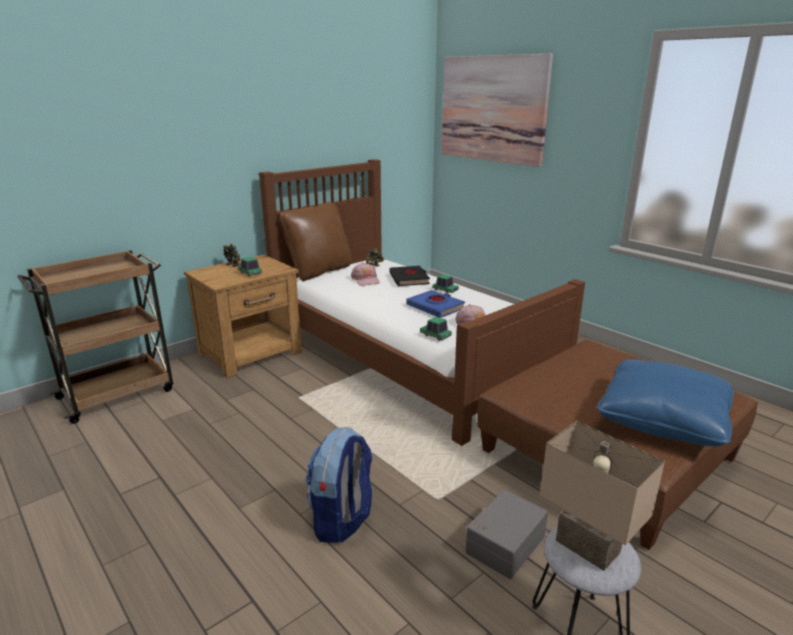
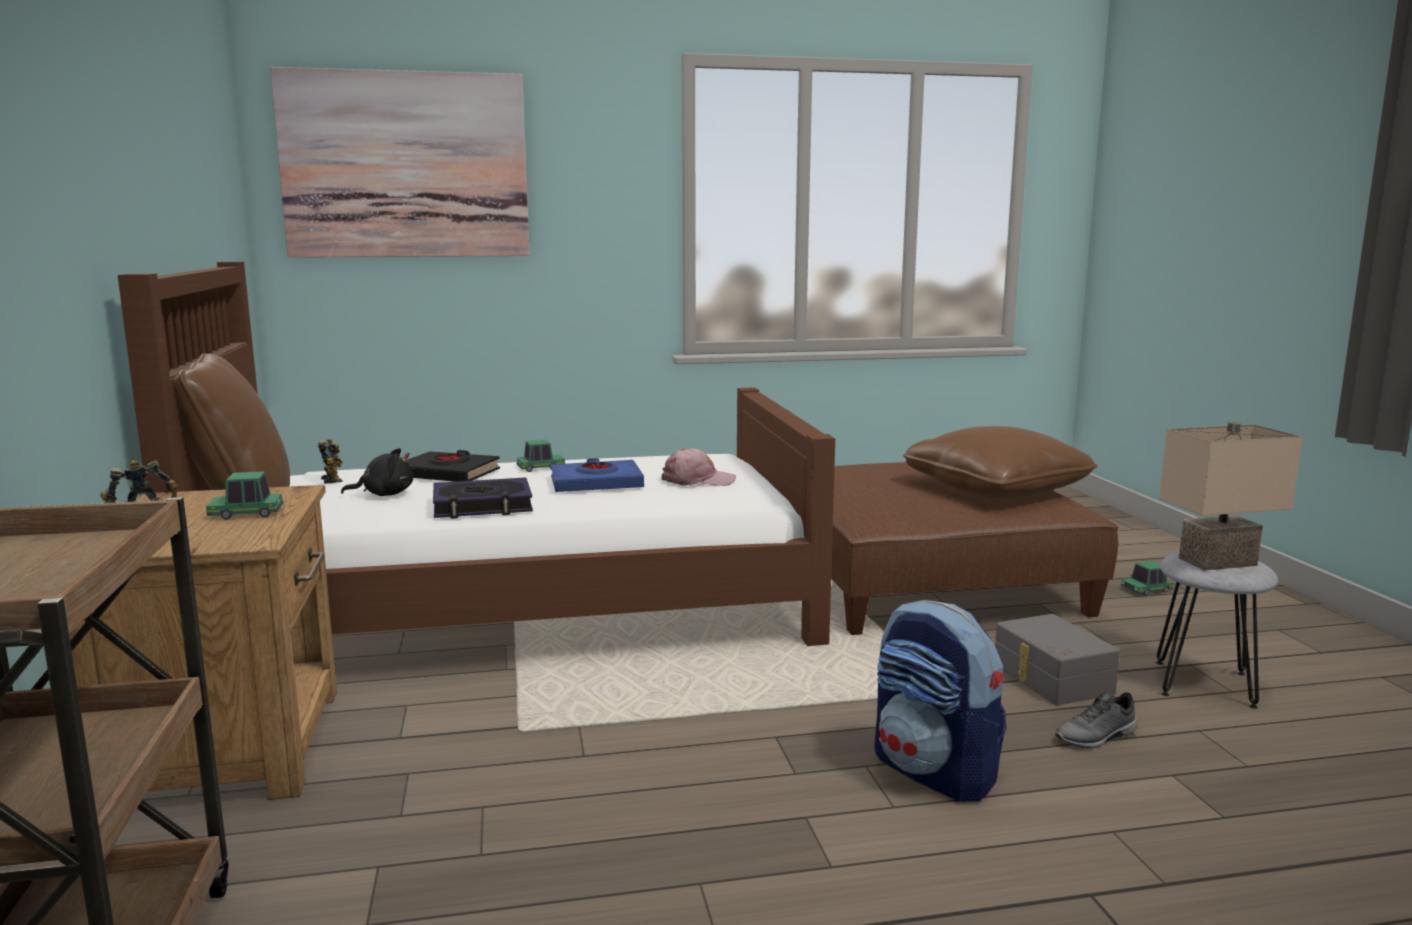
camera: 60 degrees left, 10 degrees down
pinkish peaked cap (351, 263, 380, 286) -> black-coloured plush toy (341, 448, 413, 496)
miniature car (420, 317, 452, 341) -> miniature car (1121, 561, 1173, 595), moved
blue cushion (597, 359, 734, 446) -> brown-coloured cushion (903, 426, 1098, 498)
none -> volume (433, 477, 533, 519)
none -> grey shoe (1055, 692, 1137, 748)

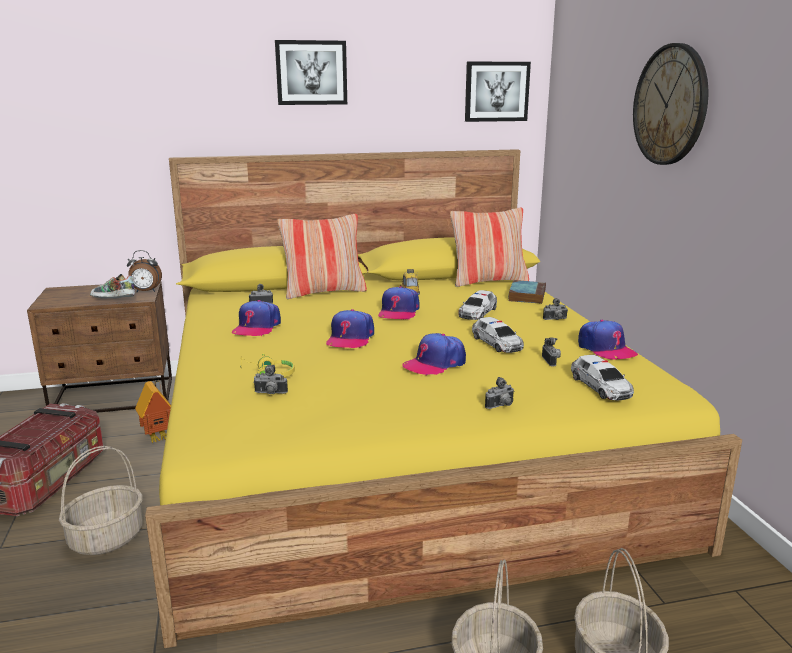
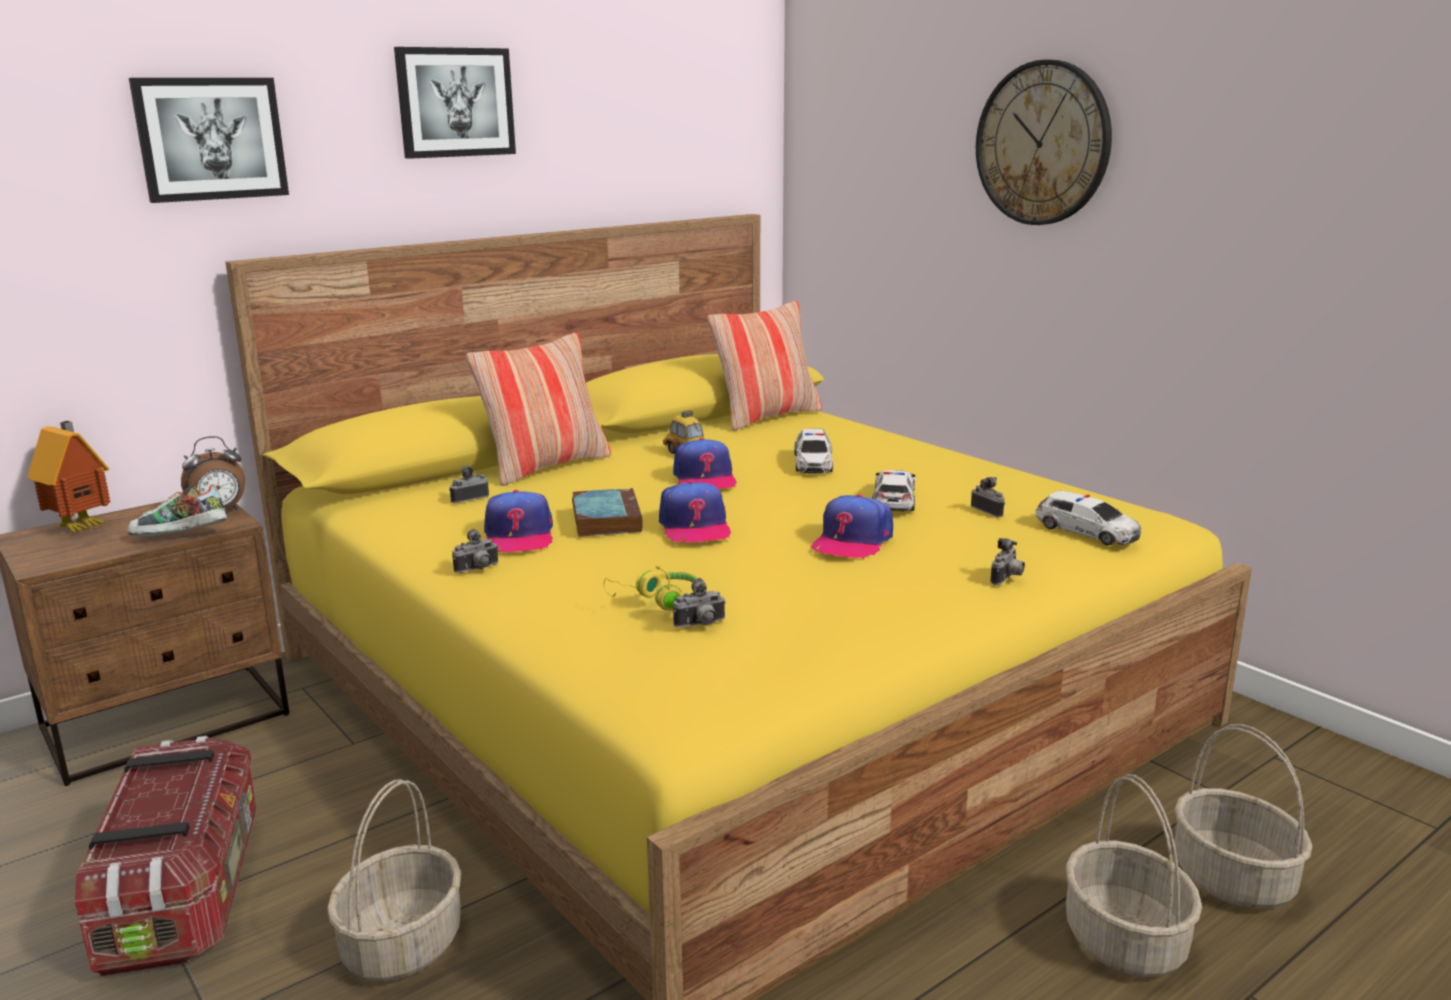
camera: 25 degrees left, 0 degrees up
miniature house (135, 380, 171, 443) -> miniature house (27, 421, 110, 533), moved
wall picture (465, 61, 531, 122) -> wall picture (129, 78, 289, 203), moved
miniature car (472, 317, 524, 353) -> miniature car (872, 470, 915, 512), 120 degrees counterclockwise
volume (508, 280, 546, 304) -> volume (572, 488, 642, 537), moved
still camera (543, 298, 568, 320) -> still camera (452, 529, 498, 573), moved
peaked cap (578, 320, 638, 360) -> none

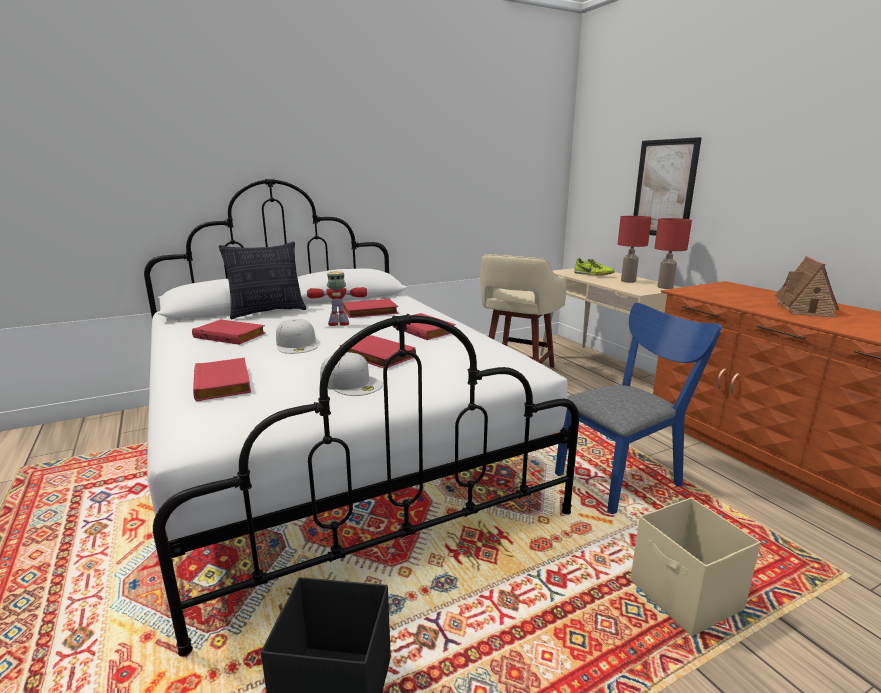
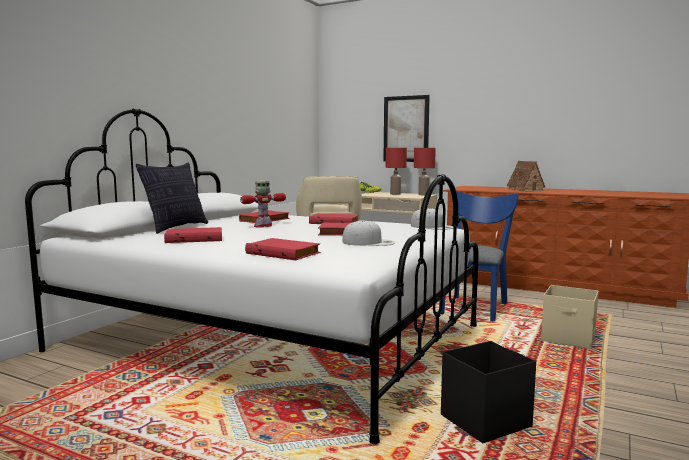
camera: 35 degrees left, 10 degrees down
whitish peaked cap (276, 319, 318, 354) -> whitish peaked cap (411, 208, 454, 230), moved

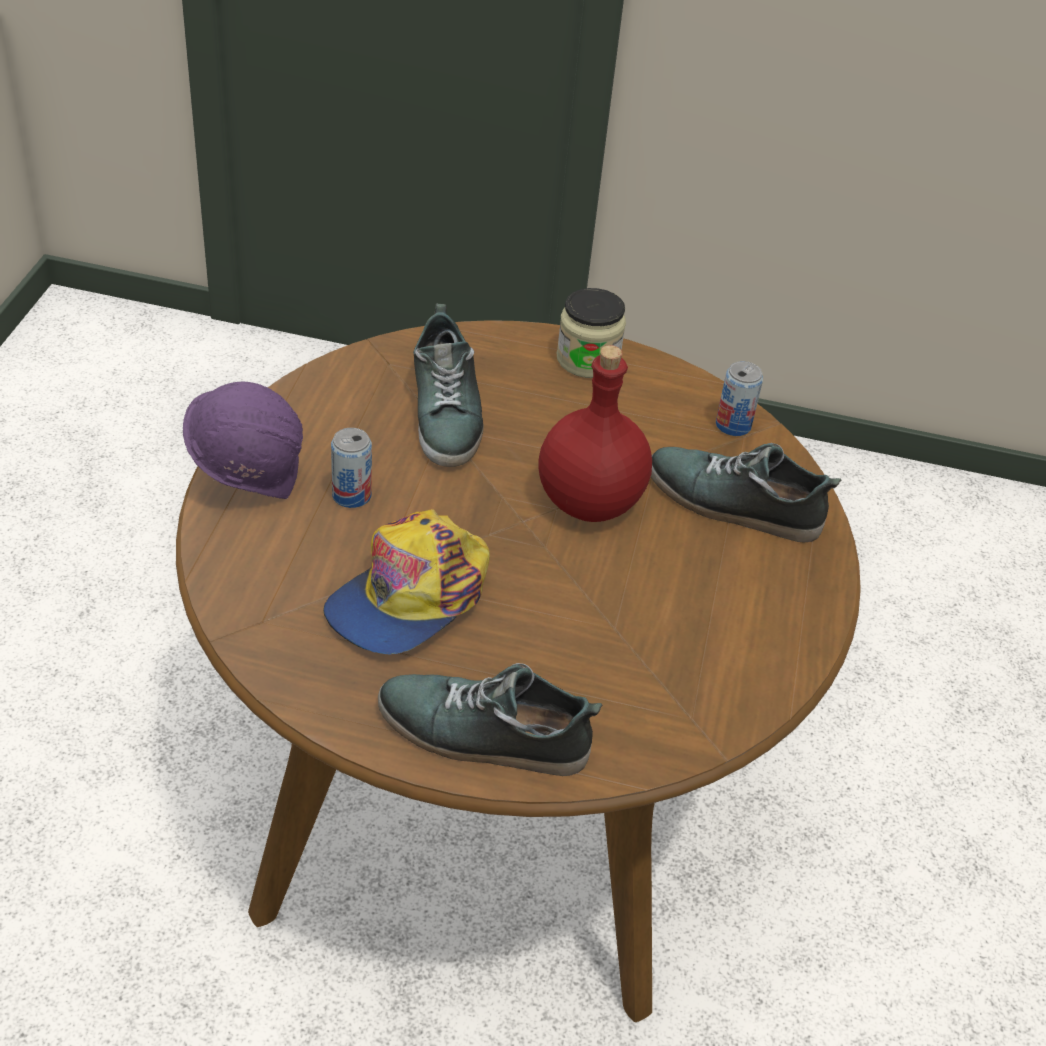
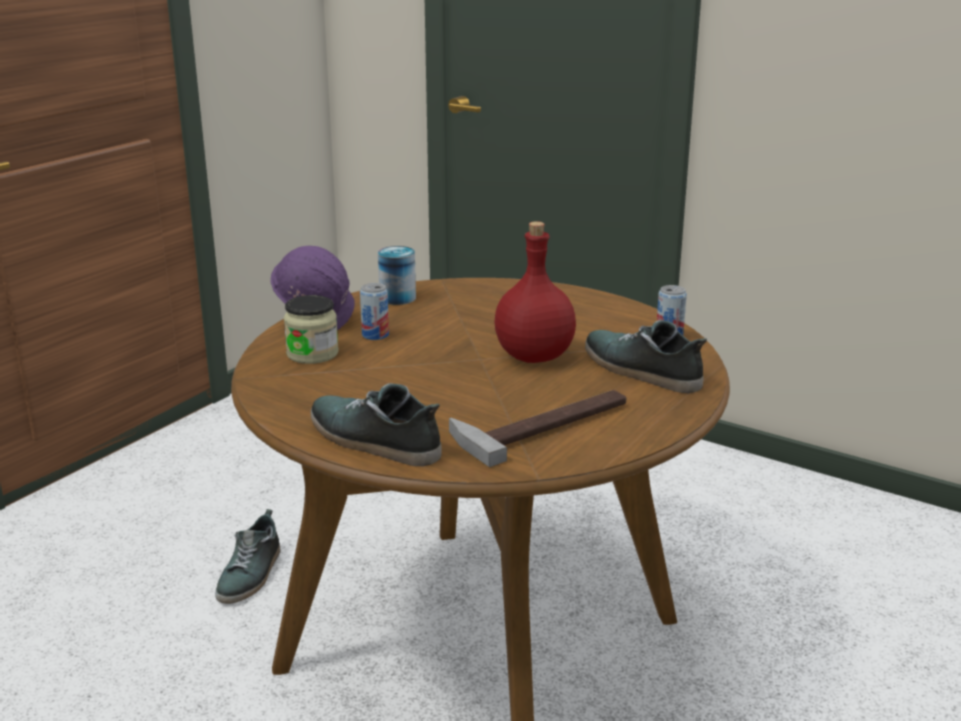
camera: 25 degrees right, 20 degrees down
peaked cap (323, 509, 490, 655) -> none
shoe (413, 304, 484, 467) -> shoe (215, 509, 280, 604), moved
preserve jar (557, 288, 626, 378) -> preserve jar (284, 295, 339, 364), moved
none -> metal can (378, 246, 416, 305)
none -> tool hammer (449, 390, 626, 467)

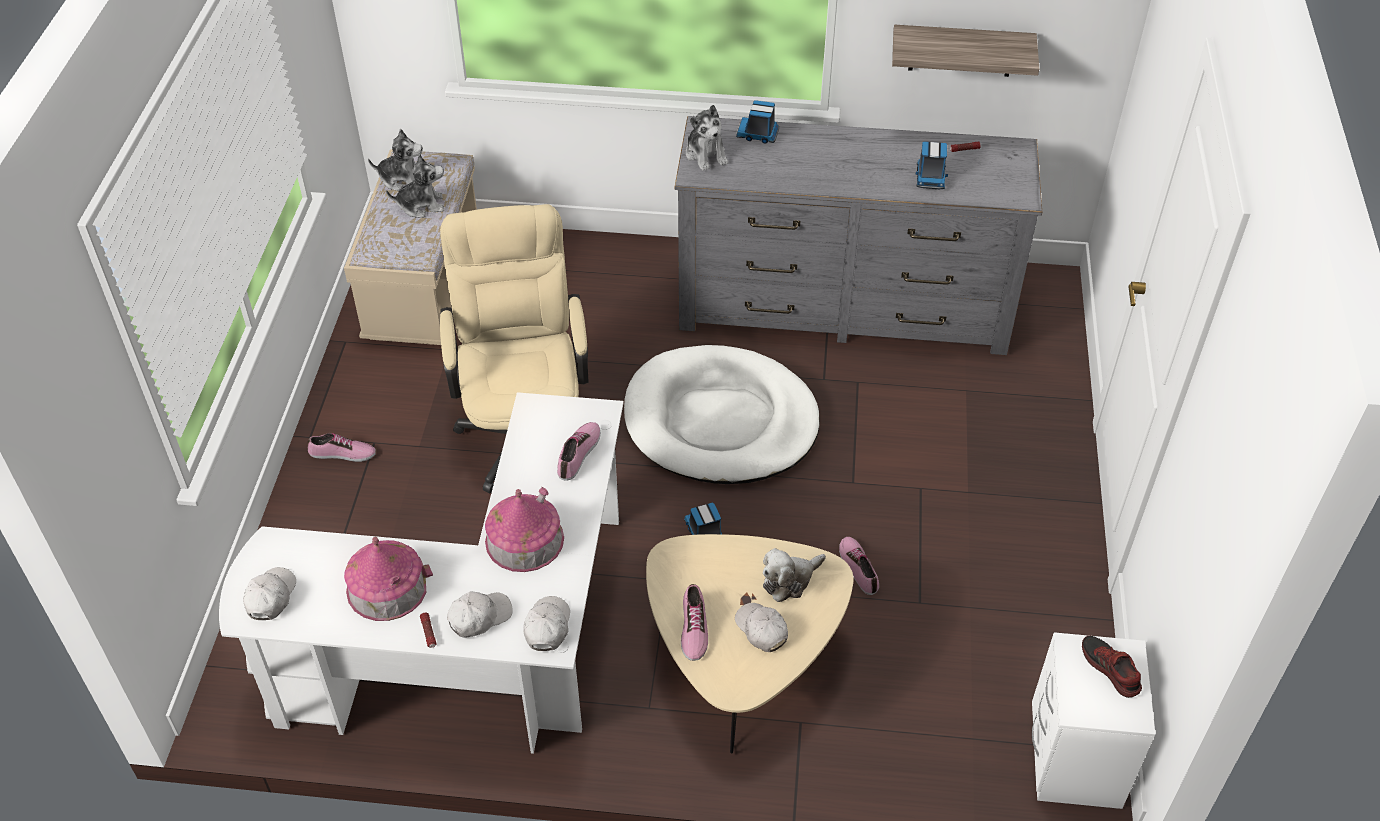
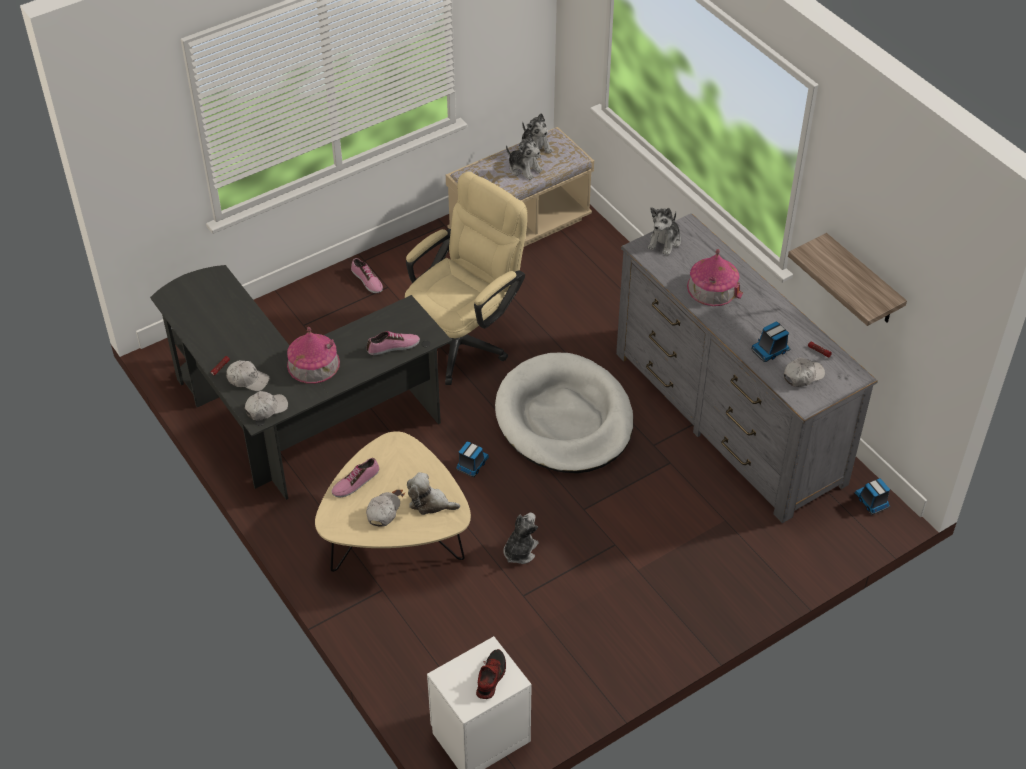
camera: 50 degrees right, 0 degrees up
whitish desk (219, 392, 623, 754) -> black-coloured desk (150, 265, 452, 500)
whitish peaked cap (243, 567, 296, 620) -> whitish peaked cap (784, 358, 825, 387), moved
miniature house (344, 537, 433, 621) -> miniature house (687, 249, 743, 306), moved
model truck (736, 100, 779, 144) -> model truck (855, 478, 890, 515), moved
shoe (839, 537, 879, 595) -> plush toy (503, 512, 539, 564)

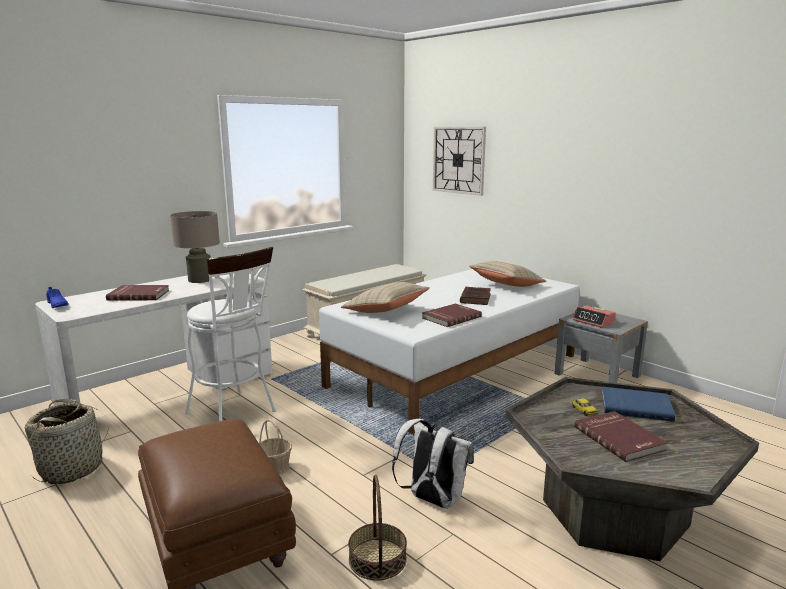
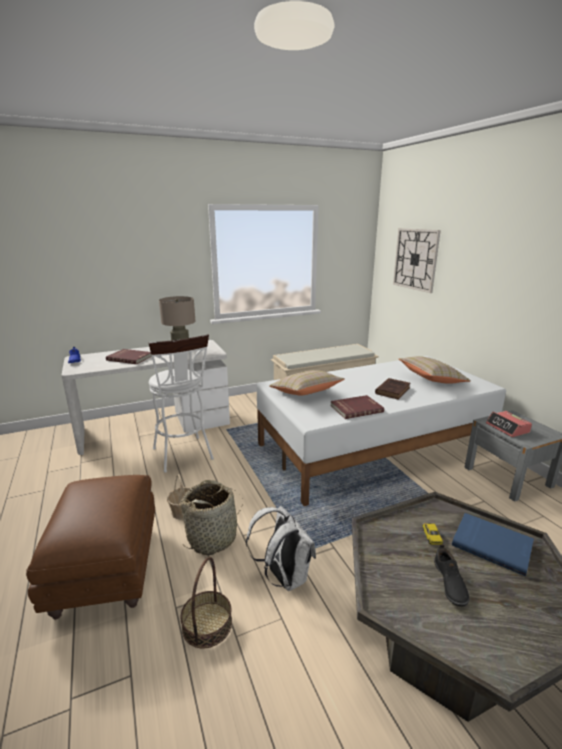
camera: 20 degrees right, 5 degrees up
basket (25, 399, 109, 484) -> basket (180, 480, 243, 555), moved
red volume (575, 411, 668, 462) -> black-coloured shoe (434, 545, 470, 606)

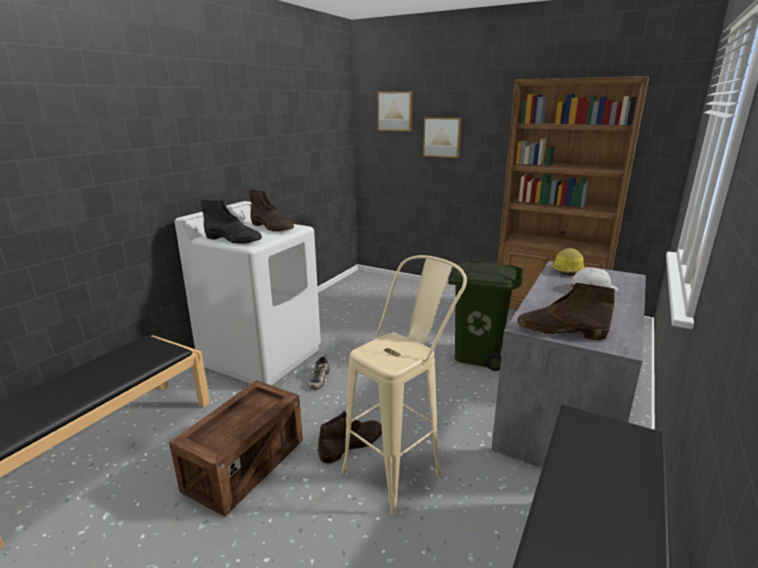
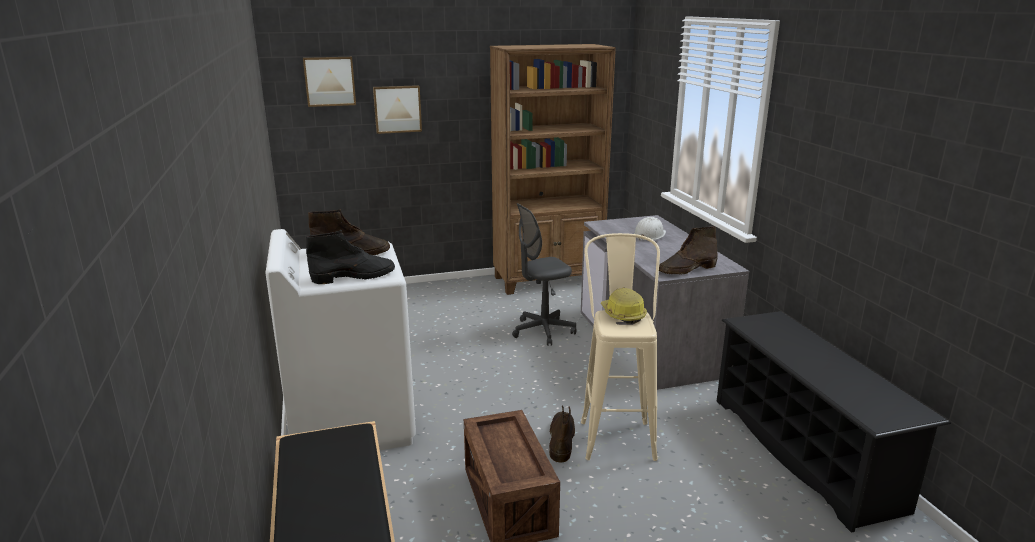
camera: 45 degrees left, 0 degrees up
shoe (308, 354, 330, 390) -> none
green-coloured trash can (448, 260, 524, 371) -> grey computer chair (512, 203, 577, 346)
safety helmet (552, 248, 586, 276) -> safety helmet (601, 288, 647, 324), moved

